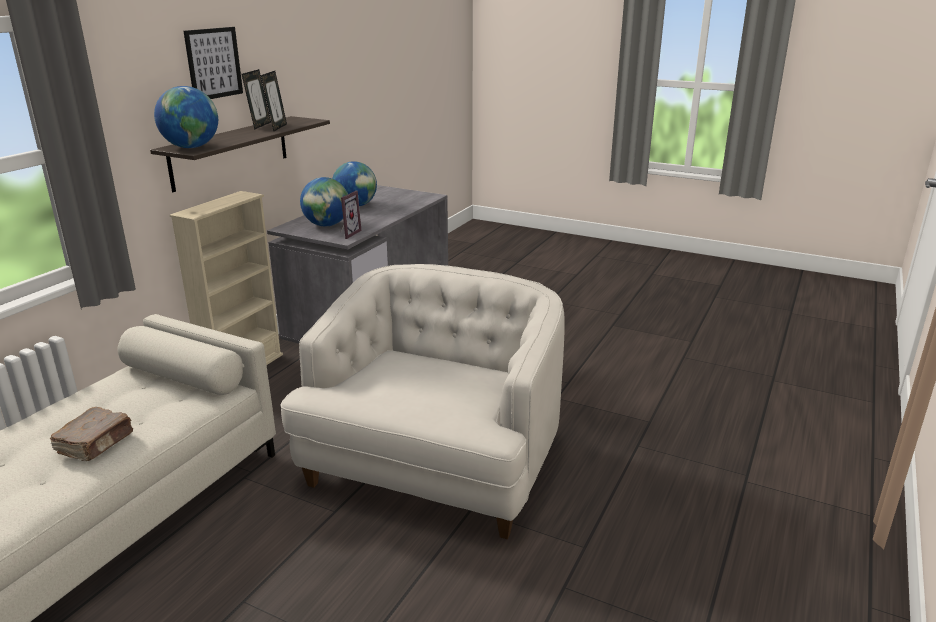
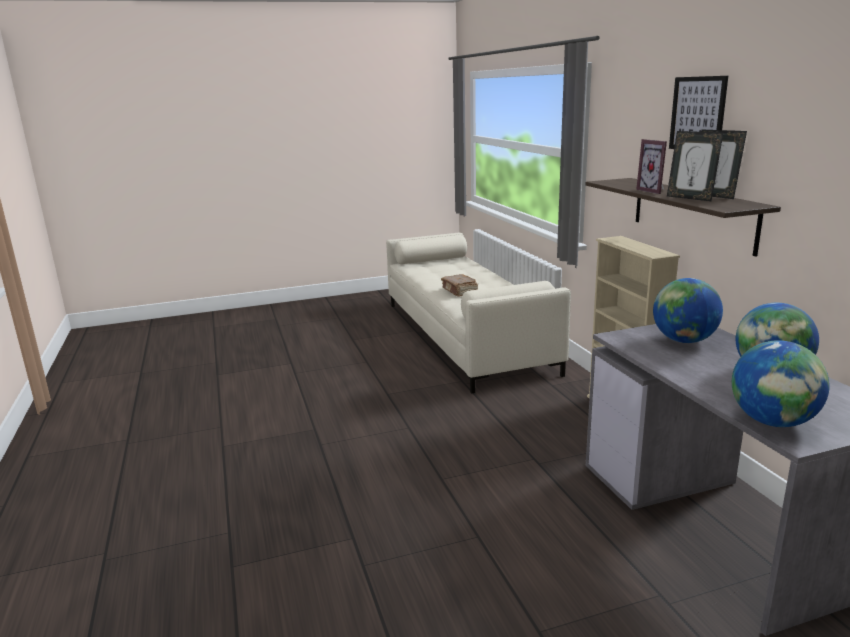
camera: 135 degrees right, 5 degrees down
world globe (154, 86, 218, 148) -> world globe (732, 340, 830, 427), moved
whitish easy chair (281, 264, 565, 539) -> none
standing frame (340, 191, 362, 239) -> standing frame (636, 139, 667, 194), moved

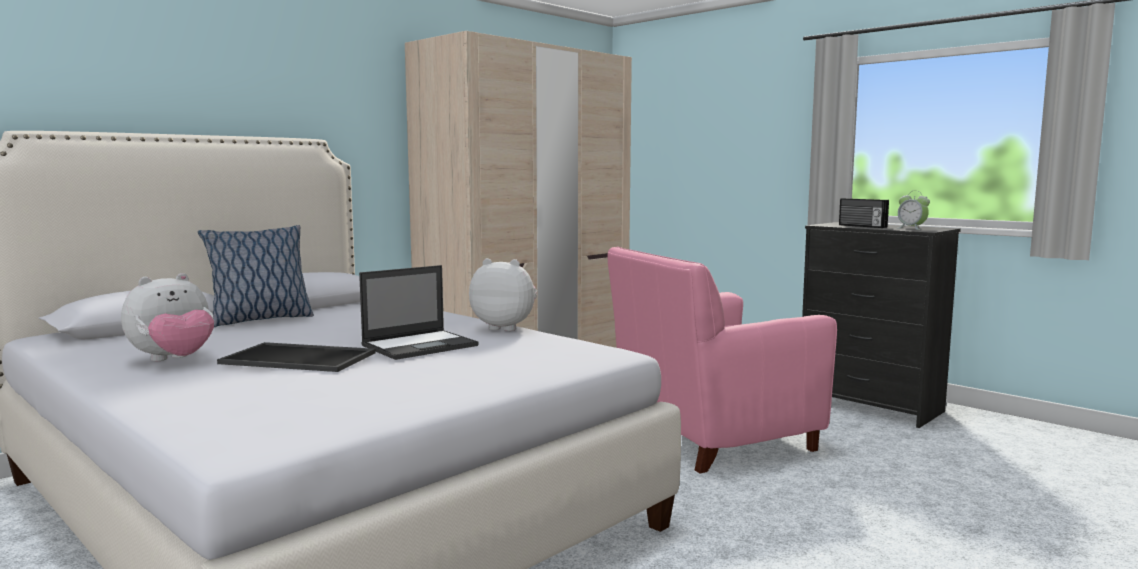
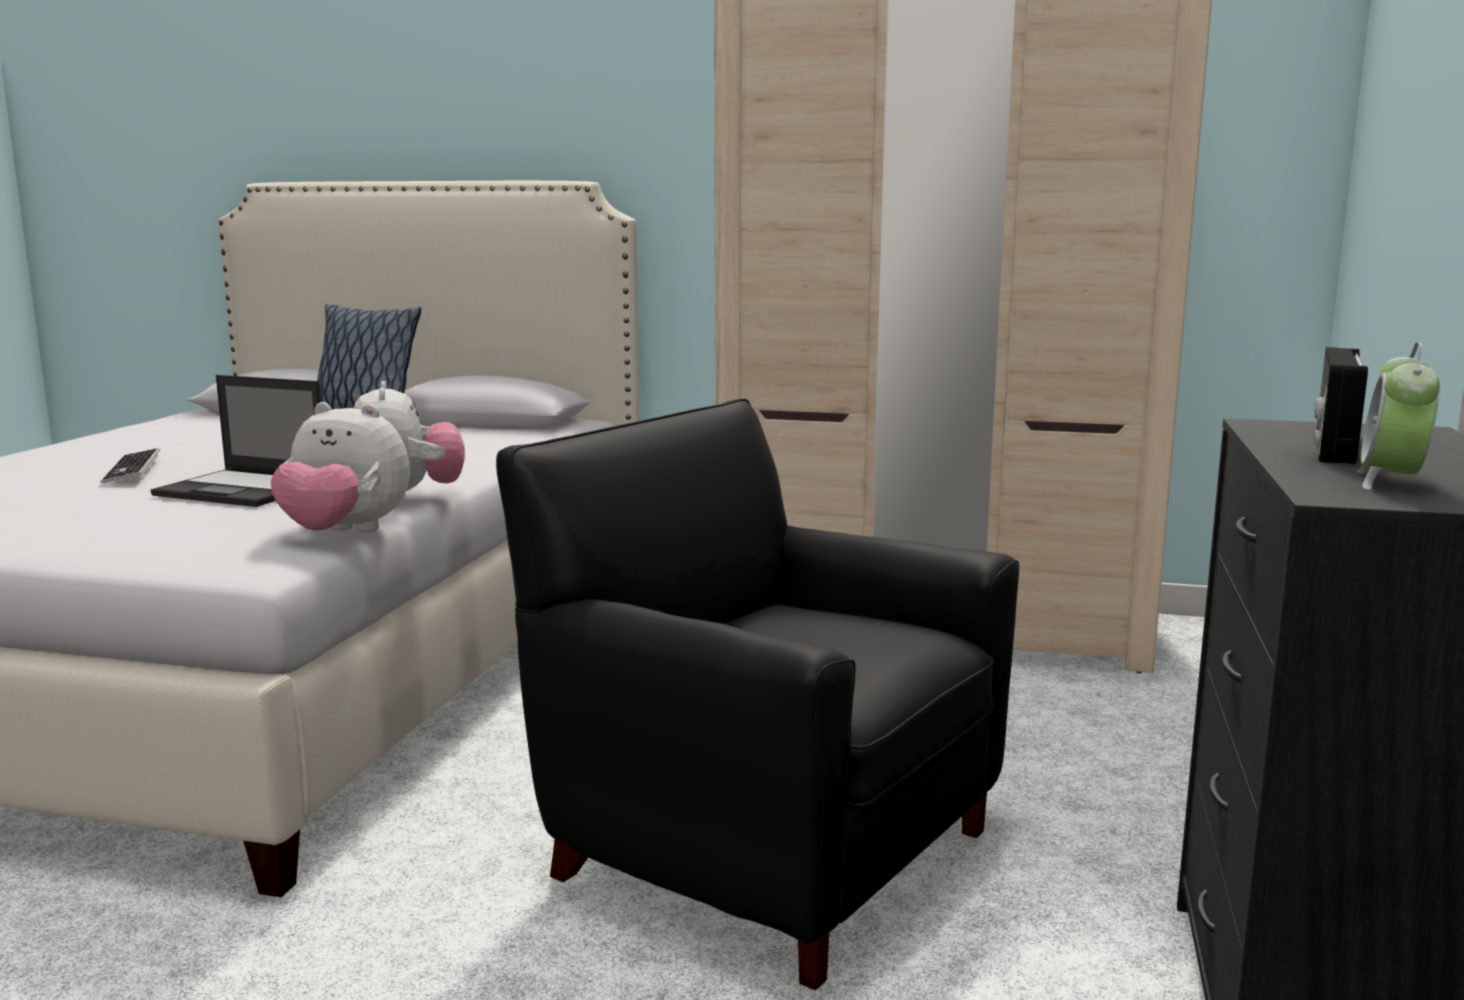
camera: 60 degrees right, 5 degrees up
plush toy (121, 273, 214, 361) -> plush toy (271, 402, 410, 532), moved
tray (217, 342, 375, 372) -> keyboard (100, 448, 160, 483)
pinkish easy chair (608, 246, 837, 474) -> black-coloured easy chair (496, 399, 1019, 990)

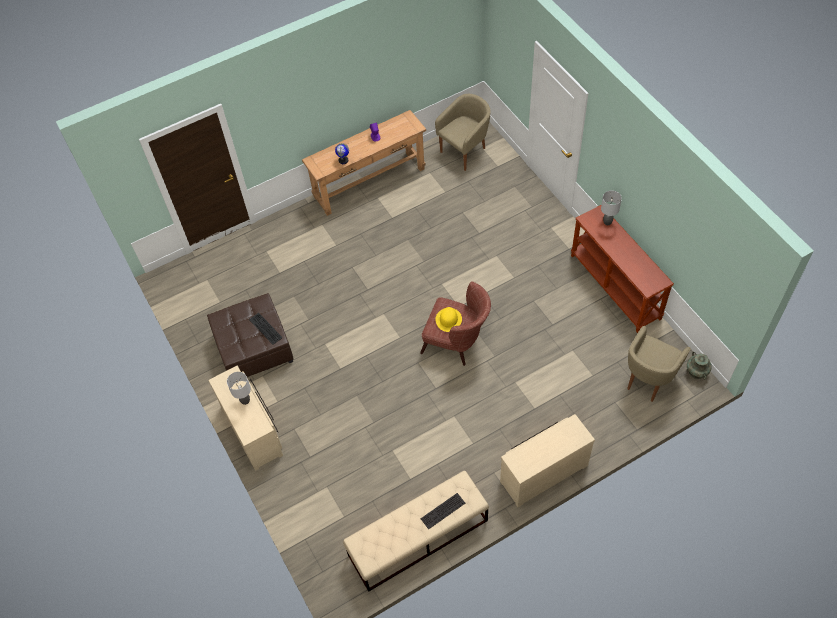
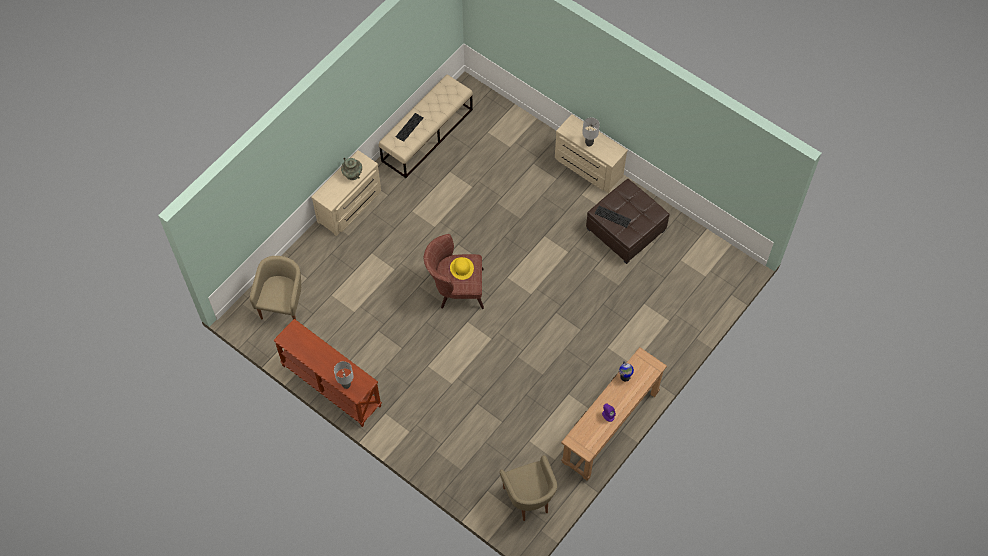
camera: 155 degrees right, 5 degrees up
sand-coloured easy chair (435, 94, 490, 171) -> sand-coloured easy chair (500, 455, 557, 521), 45 degrees counterclockwise
turquoise decorative vase (687, 352, 712, 380) -> turquoise decorative vase (341, 158, 362, 180), moved

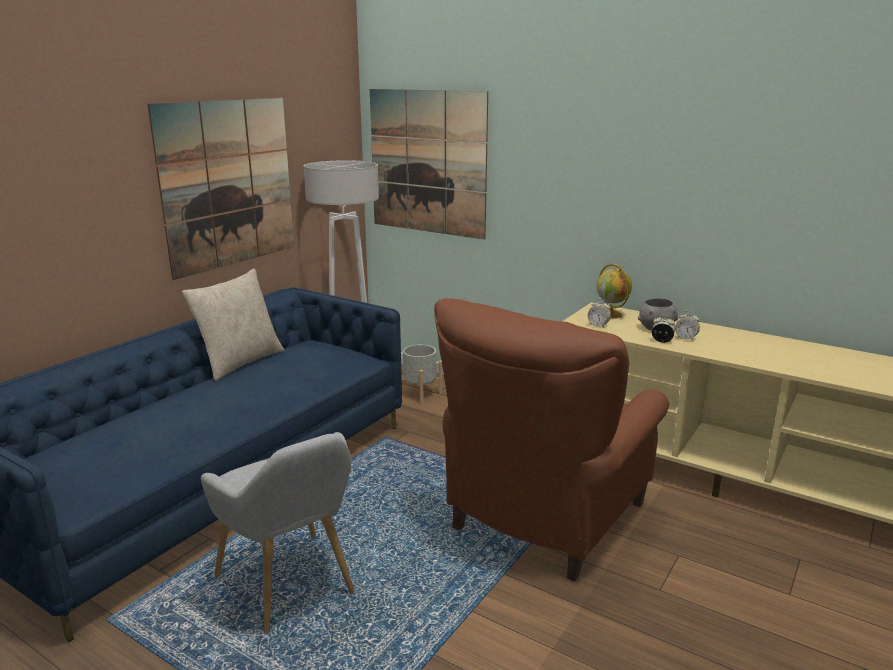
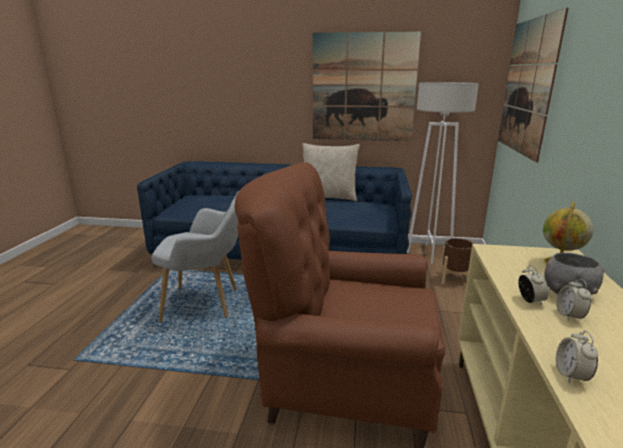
camera: 65 degrees right, 0 degrees up
grey easy chair (201, 432, 355, 633) -> grey easy chair (152, 191, 239, 322), 120 degrees counterclockwise
grey plant pot (402, 345, 443, 404) -> brown-coloured plant pot (440, 238, 474, 284)
table clock (588, 299, 611, 328) -> table clock (556, 331, 598, 383), moved

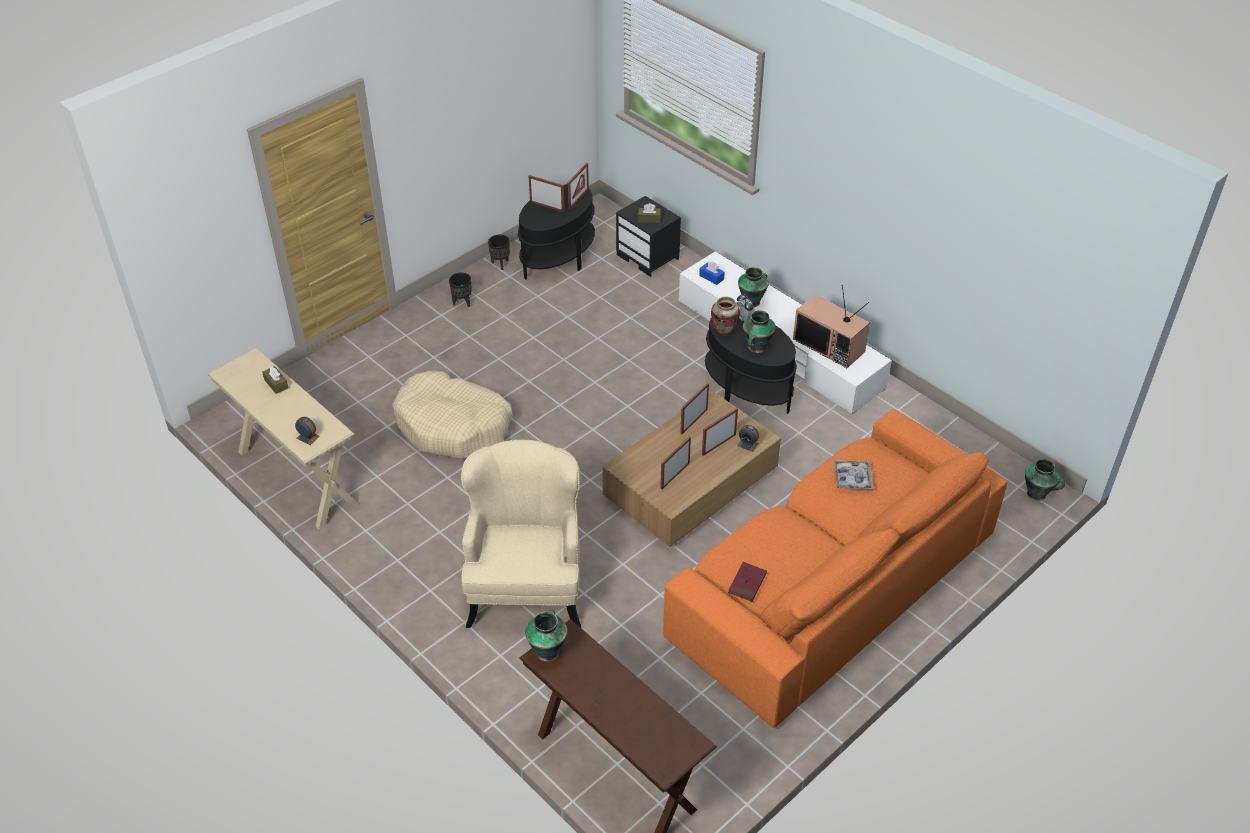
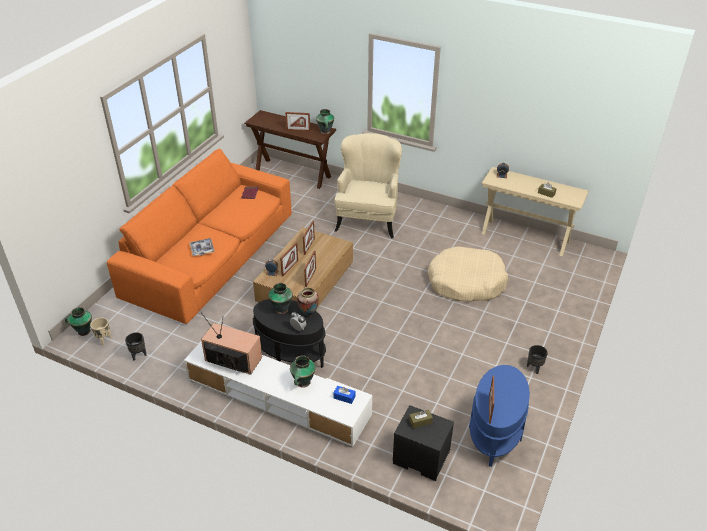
camera: 160 degrees right, 5 degrees down
sand-coloured easy chair (461, 440, 581, 628) -> sand-coloured easy chair (334, 133, 402, 238), 150 degrees counterclockwise
black-coloured plant pot (488, 235, 510, 270) -> black-coloured plant pot (125, 332, 147, 361), moved
black-coloured side table (518, 184, 595, 280) -> blue side table (469, 365, 530, 467)
standing frame (529, 175, 565, 212) -> standing frame (285, 112, 310, 131), moved
none -> sand-coloured plant pot (90, 318, 112, 346)

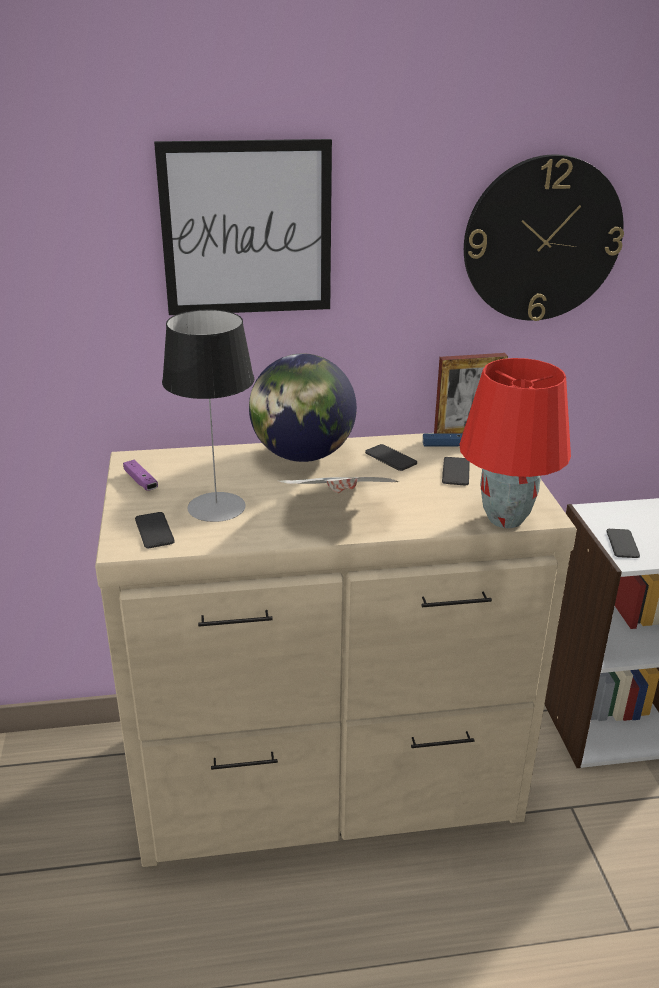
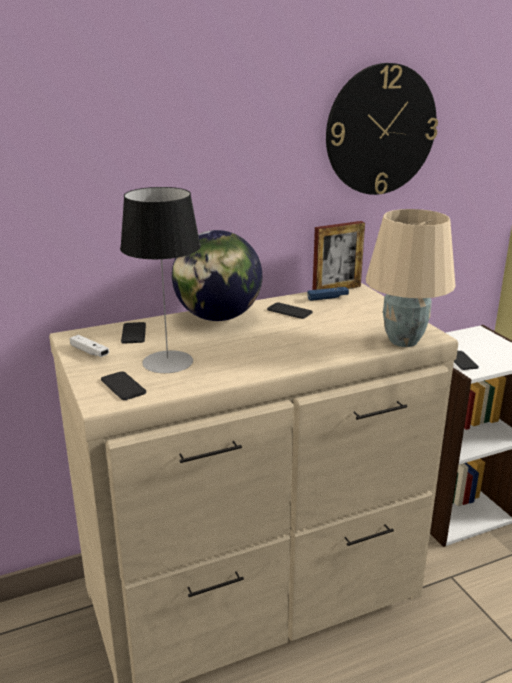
camera: 15 degrees left, 5 degrees down
purplish gamepad (123, 460, 158, 491) -> whitish gamepad (70, 335, 109, 357)
wall picture (154, 139, 332, 315) -> none
printed paper (279, 477, 399, 493) -> none
telephone (442, 457, 470, 486) -> telephone (121, 322, 146, 343), moved
red tabletop lamp (460, 358, 571, 528) -> sand-coloured tabletop lamp (366, 209, 456, 347)

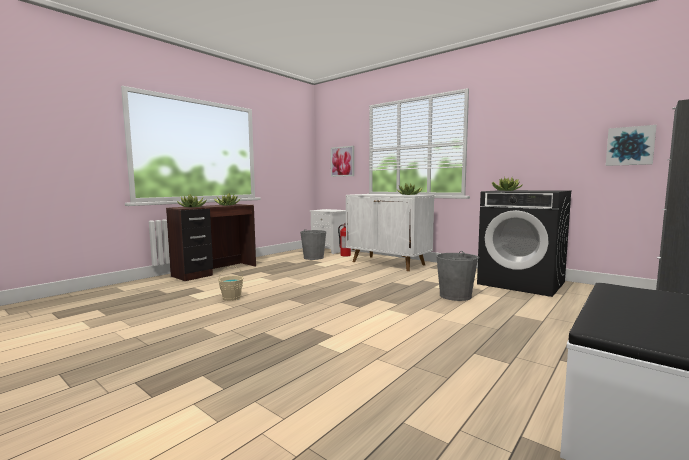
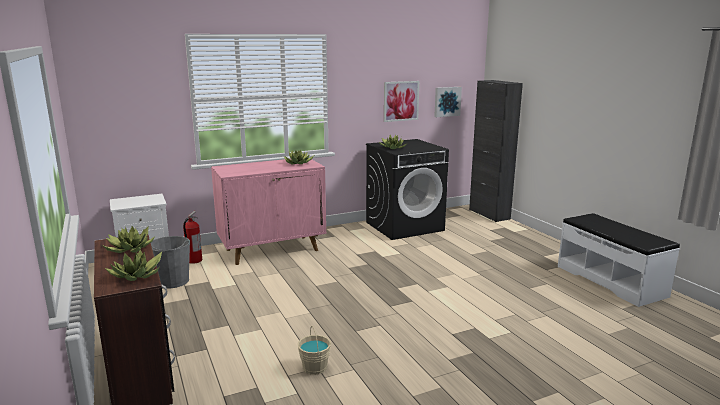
camera: 65 degrees left, 10 degrees up
wall picture (331, 146, 354, 177) -> wall picture (384, 81, 419, 122), moved
whitish cabinet (346, 194, 434, 271) -> pinkish cabinet (211, 159, 326, 265)
grey bucket (436, 251, 479, 301) -> none

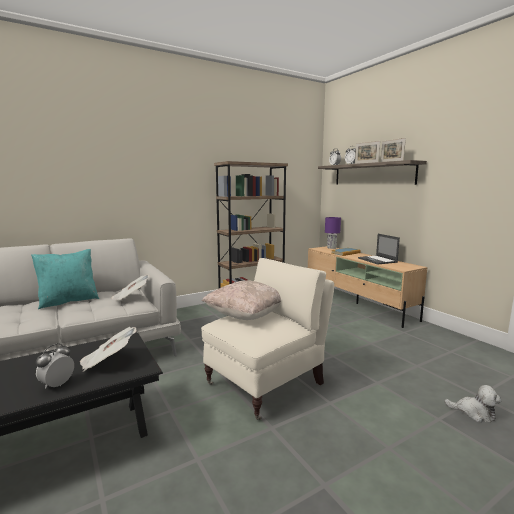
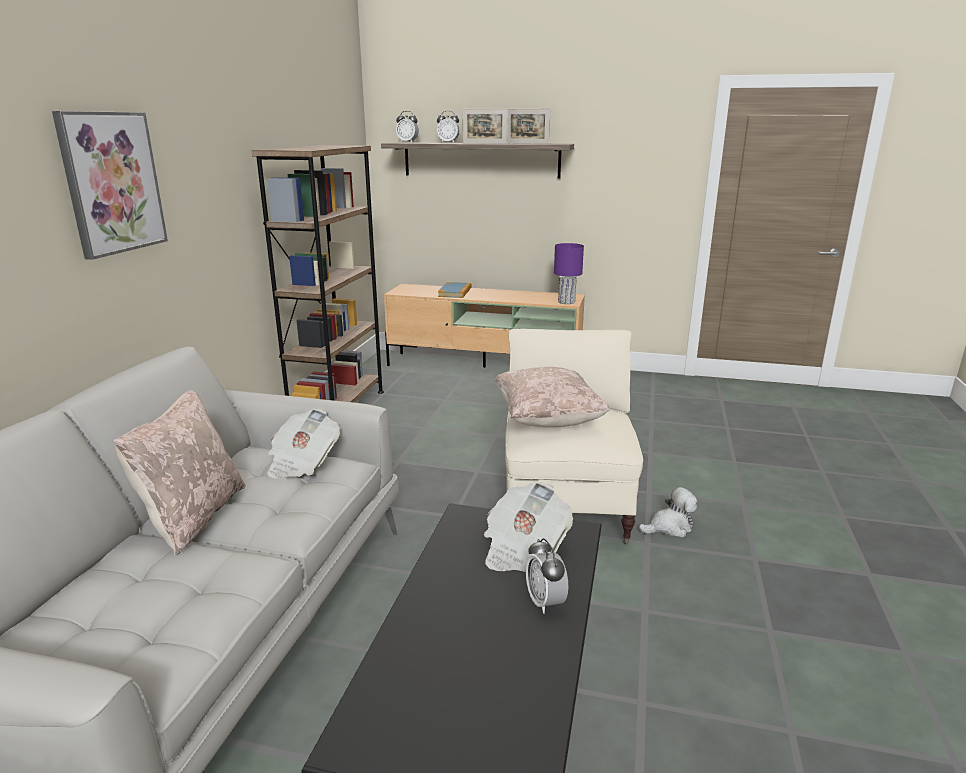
camera: 45 degrees left, 10 degrees up
turquoise cushion (31, 249, 99, 309) -> sand-coloured cushion (114, 390, 246, 556)
purplish tabletop lamp (325, 217, 341, 249) -> purplish tabletop lamp (554, 243, 584, 304), moved
laptop (358, 234, 400, 265) -> none
plush toy (444, 385, 502, 422) -> plush toy (639, 487, 697, 537), moved
none -> wall picture (52, 111, 168, 260)

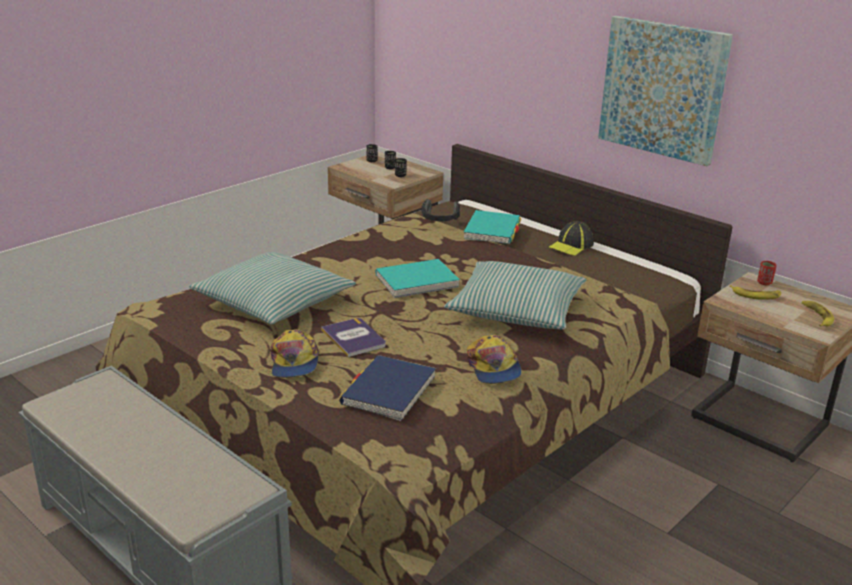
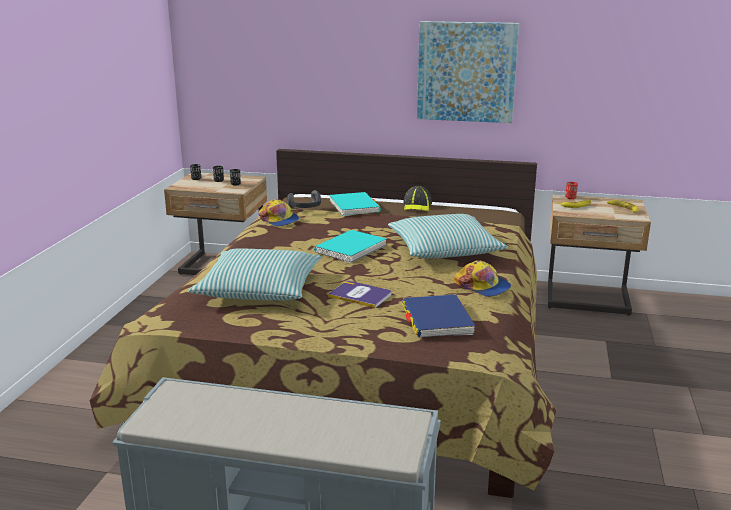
camera: 30 degrees left, 5 degrees down
peaked cap (270, 329, 319, 378) -> peaked cap (258, 199, 299, 227), moved

